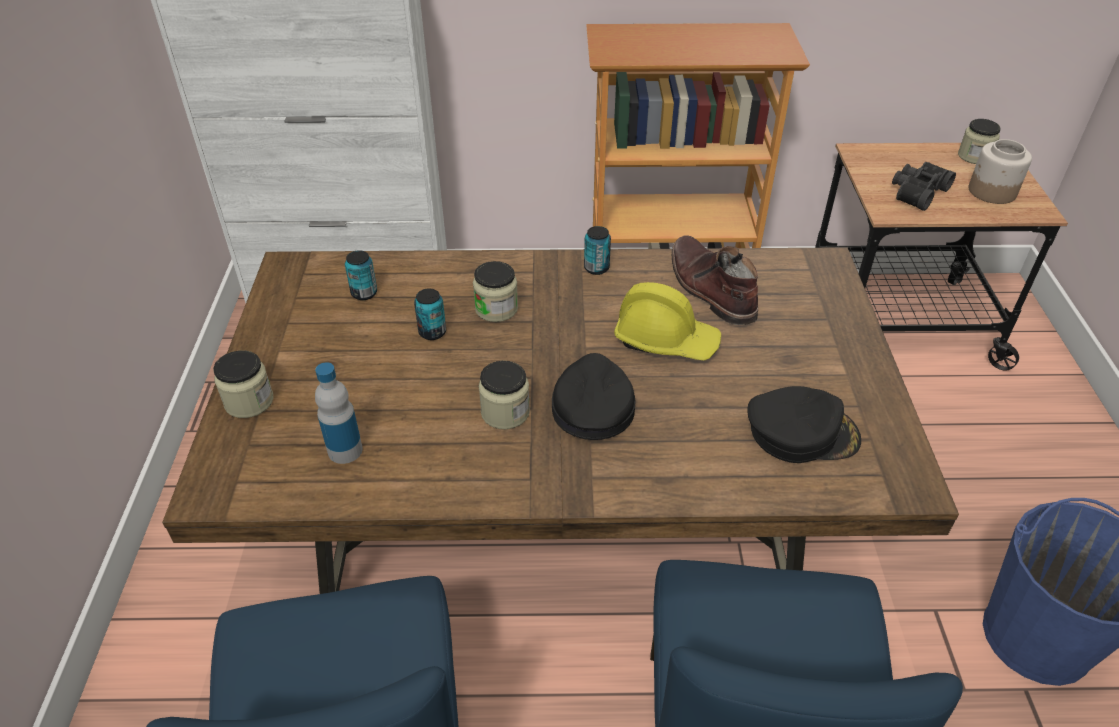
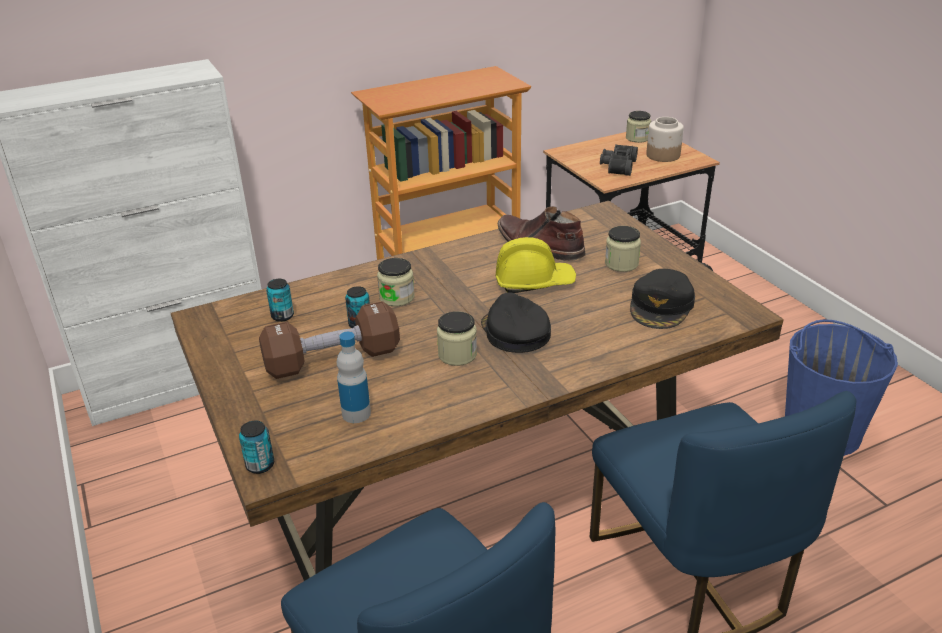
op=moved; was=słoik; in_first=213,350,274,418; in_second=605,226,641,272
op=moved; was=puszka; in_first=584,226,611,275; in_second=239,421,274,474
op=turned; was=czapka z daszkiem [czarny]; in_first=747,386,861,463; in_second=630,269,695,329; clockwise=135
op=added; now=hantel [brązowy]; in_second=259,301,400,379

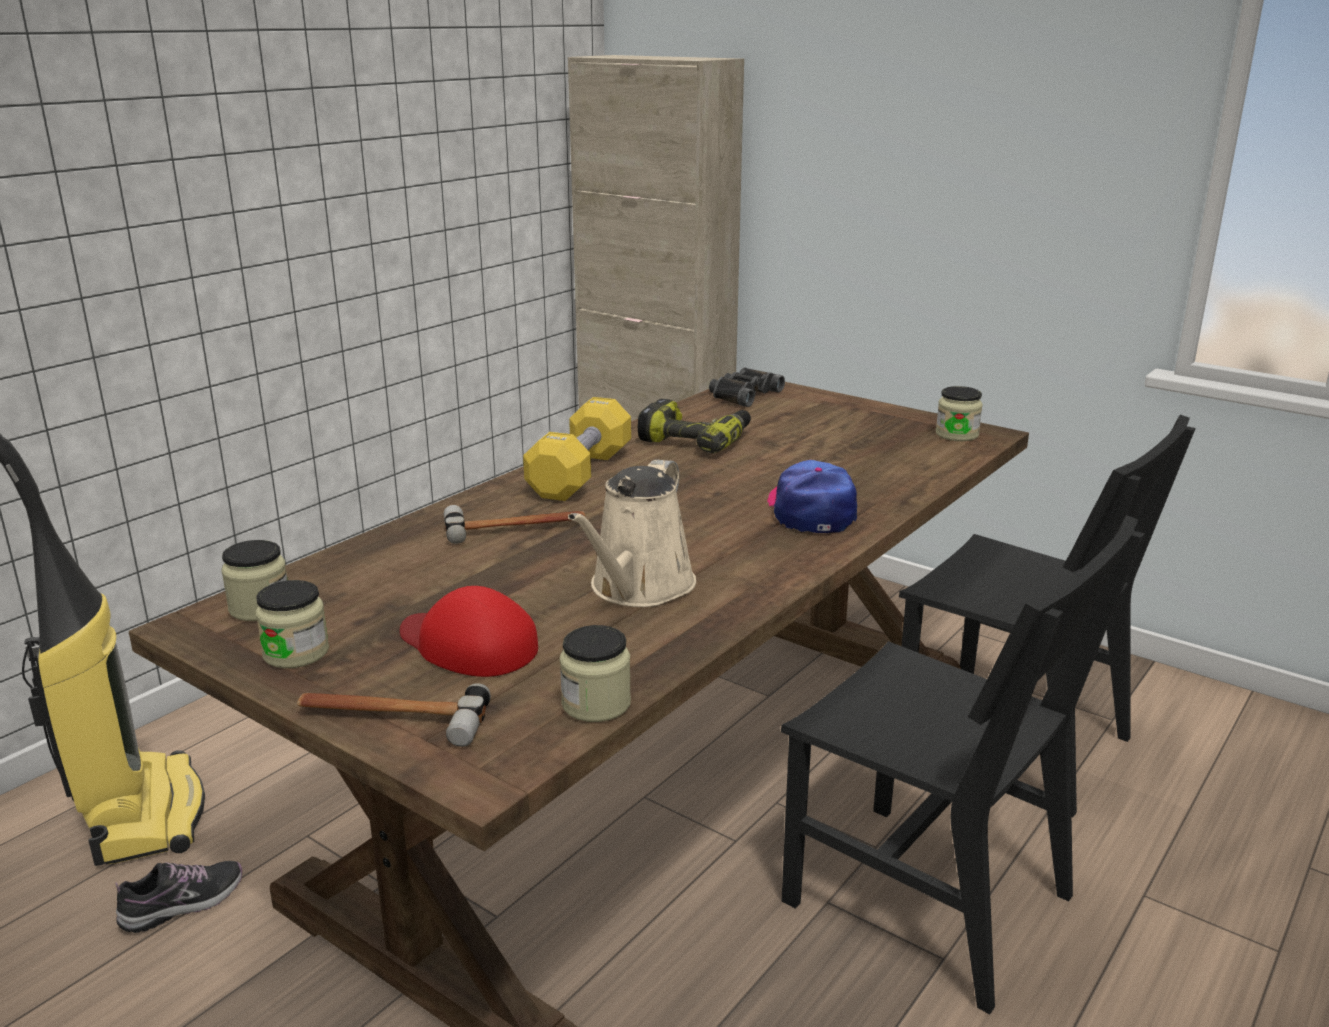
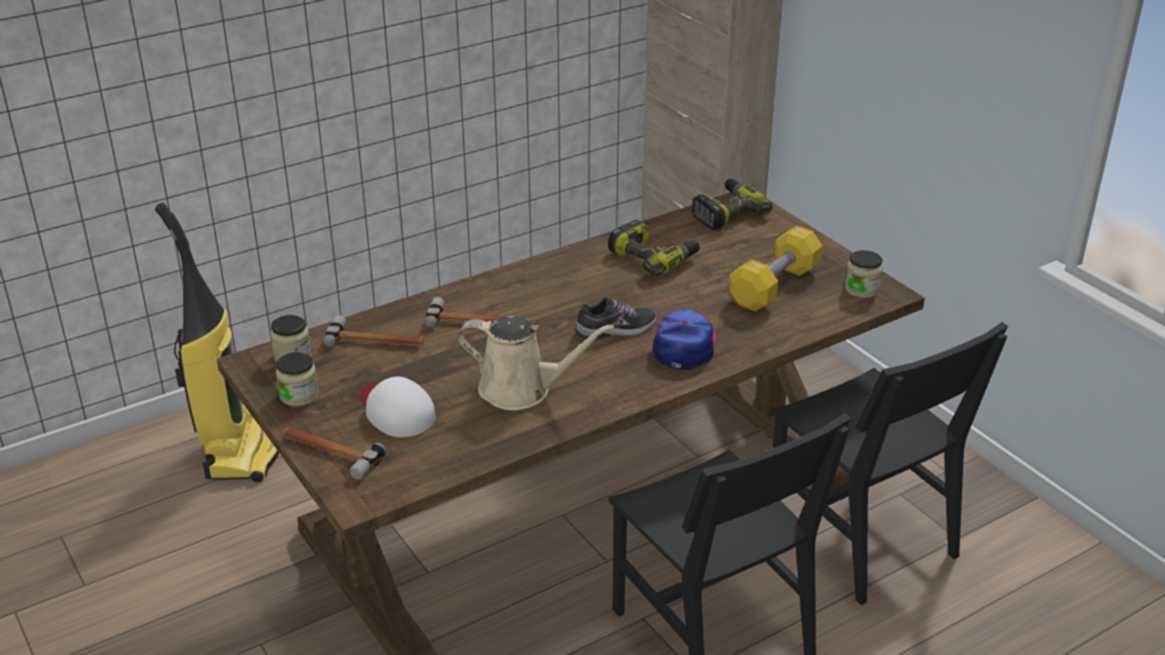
op=moved; was=but; in_first=115,861,242,933; in_second=575,297,656,339
op=recoloured; was=czapka z daszkiem [czerwony]; now=czapka z daszkiem [biały]; in_first=400,586,538,677; in_second=361,377,435,437
op=moved; was=hantel [żółty]; in_first=523,397,631,501; in_second=729,226,823,311
op=removed; was=słoik; in_first=560,625,631,722
op=turned; was=konewka [beżowy]; in_first=568,459,696,607; in_second=458,316,614,410; clockwise=-120
op=replaced; was=lornetka [czarny]; now=wiertarka; in_first=709,367,785,407; in_second=692,179,773,230
op=added; now=młotek; in_second=323,315,424,347

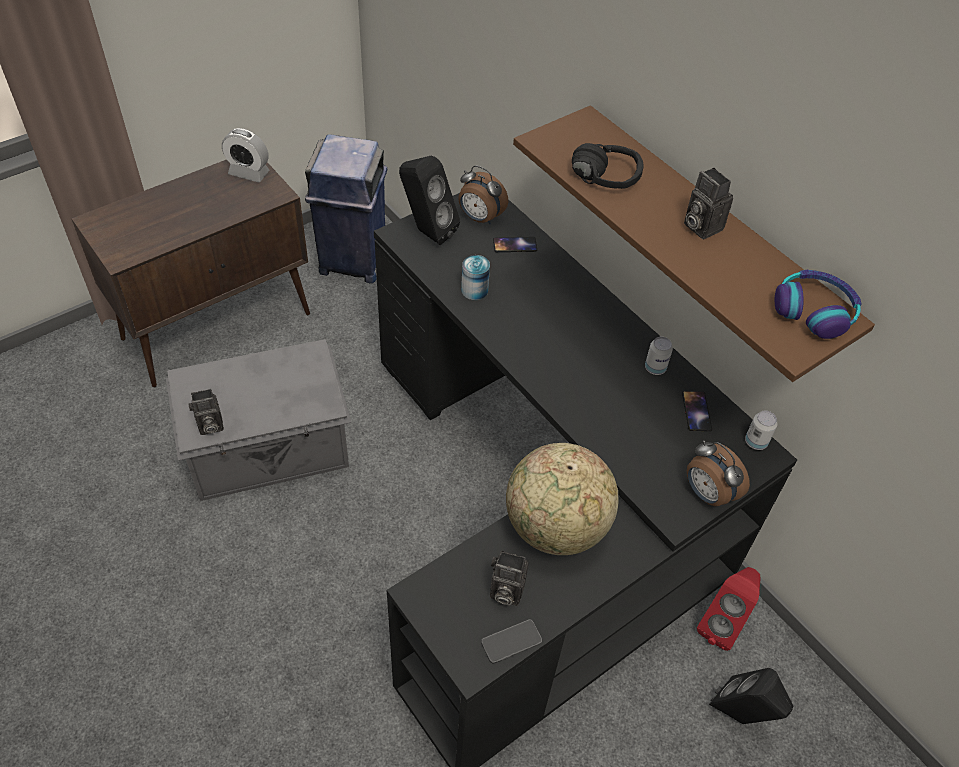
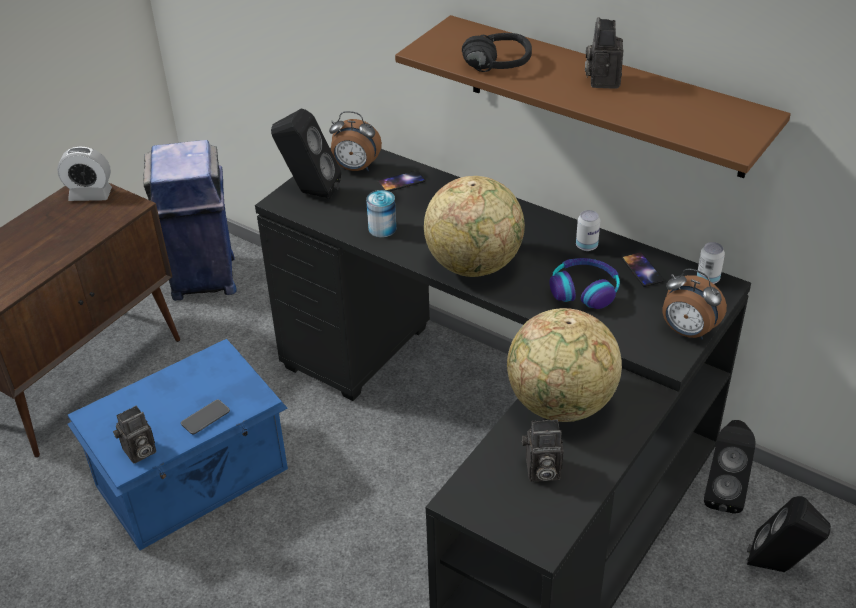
op=recoloured; was=pojemnik do przechowywania [szary]; now=pojemnik do przechowywania [niebieski]; in_first=166,339,351,501; in_second=67,339,288,550
op=moved; was=telefon; in_first=481,619,542,664; in_second=181,399,230,435
op=turned; was=aparat fotograficzny; in_first=684,168,733,239; in_second=585,17,623,89; clockwise=60
op=recoloured; was=głośnik [czerwony]; now=głośnik [czarny]; in_first=697,567,761,651; in_second=704,420,755,513
op=moved; was=słuchawki; in_first=775,270,862,339; in_second=549,258,620,309
op=added; now=globus; in_second=424,176,525,277

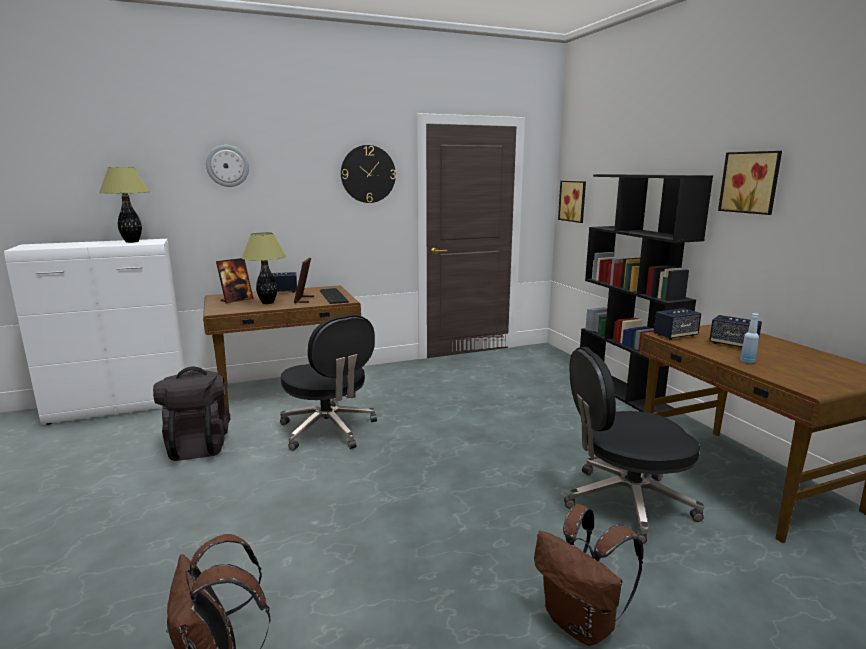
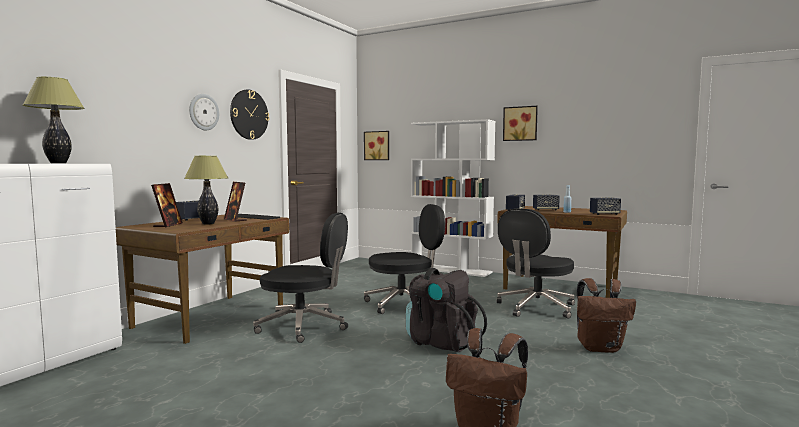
op=moved; was=plecak [czarny]; in_first=153,367,230,461; in_second=406,268,487,353
op=moved; was=zegar ścienny; in_first=206,145,249,187; in_second=189,94,219,130
op=recoloured; was=regał [czarny]; now=regał [biały]; in_first=580,174,713,412; in_second=411,119,495,277
op=added; now=krzesło biurowe [czarny]; in_second=364,204,445,314
op=added; now=głośnik; in_second=590,197,621,215

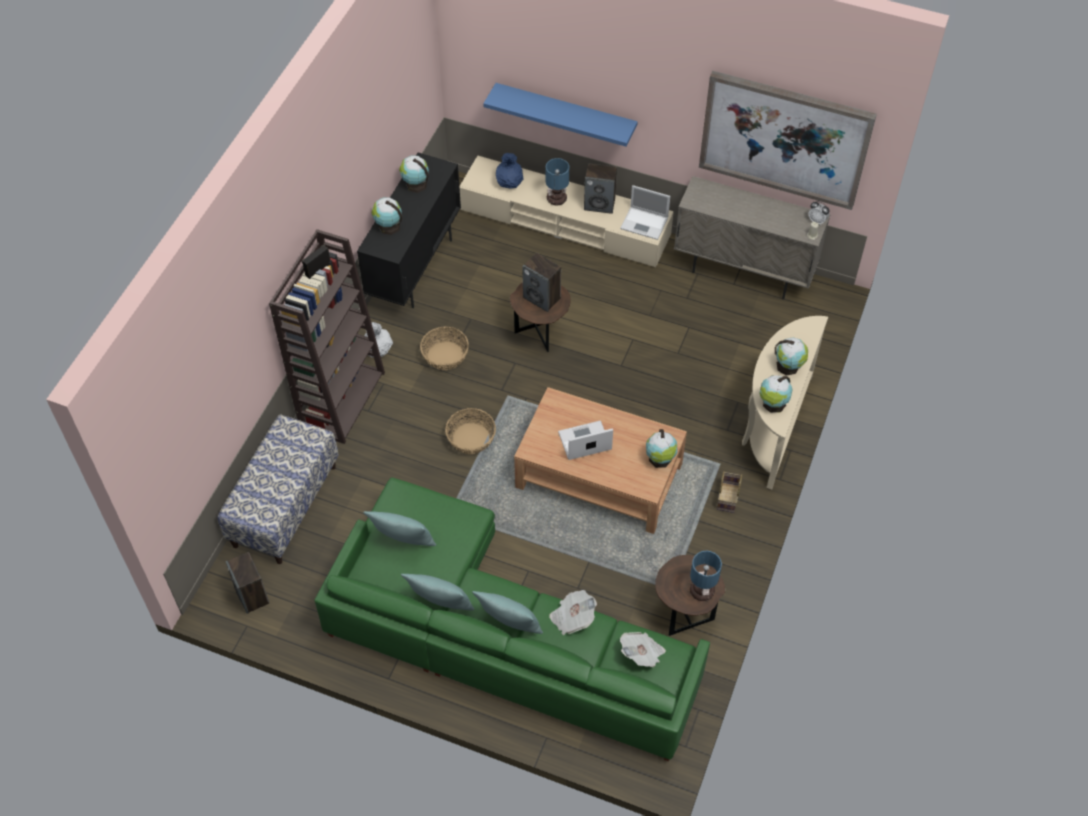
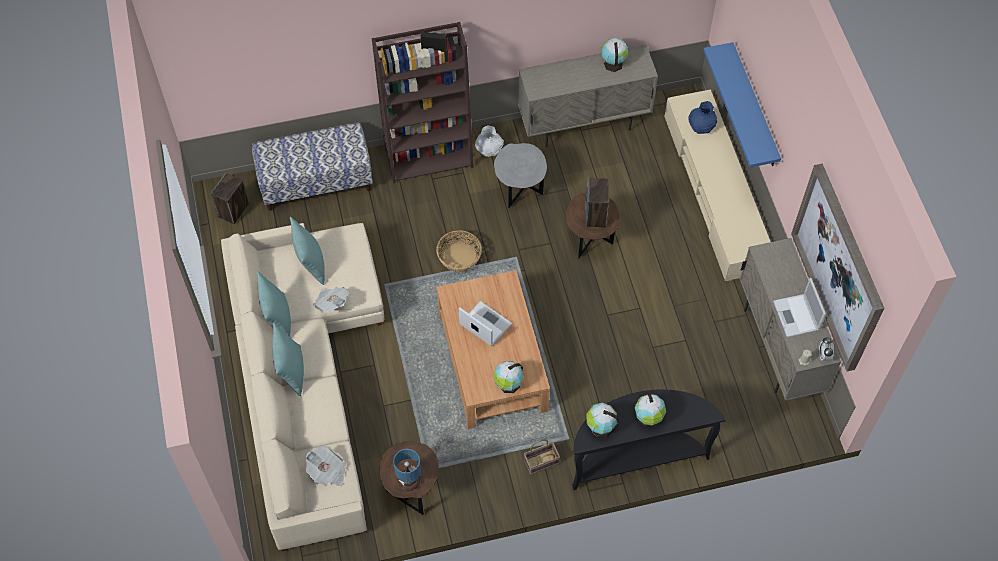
op=recoloured; was=kanapa [zielony]; now=kanapa [beżowy]; in_first=314,478,710,761; in_second=221,223,384,551
op=recoloured; was=szafka [czarny]; now=szafka [beżowy]; in_first=357,153,461,308; in_second=518,45,658,147
op=removed; was=globus; in_first=371,197,402,235
op=replaced; was=koszyk; now=stolik [szary]; in_first=420,327,469,370; in_second=494,143,547,208
op=removed; was=lampa stołowa; in_first=546,158,569,206
op=moved; was=gazeta; in_first=549,590,597,635; in_second=313,287,349,313
op=removed; was=głośnik; in_first=584,163,617,214
op=moved; was=laptop; in_first=620,185,670,240; in_second=773,278,826,337
op=recoloured; was=stolik konsolowy [beżowy]; now=stolik konsolowy [czarny]; in_first=742,316,828,489; in_second=572,389,726,490

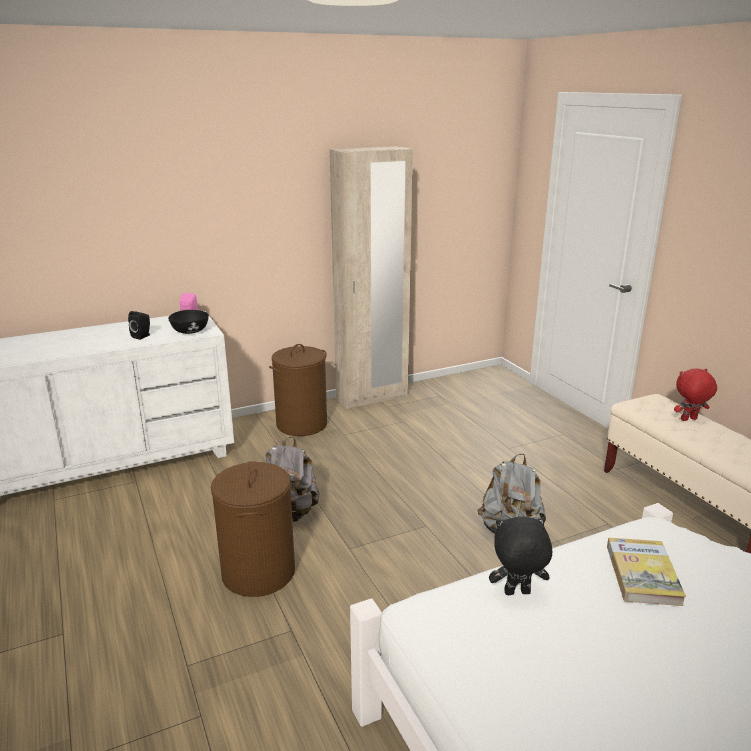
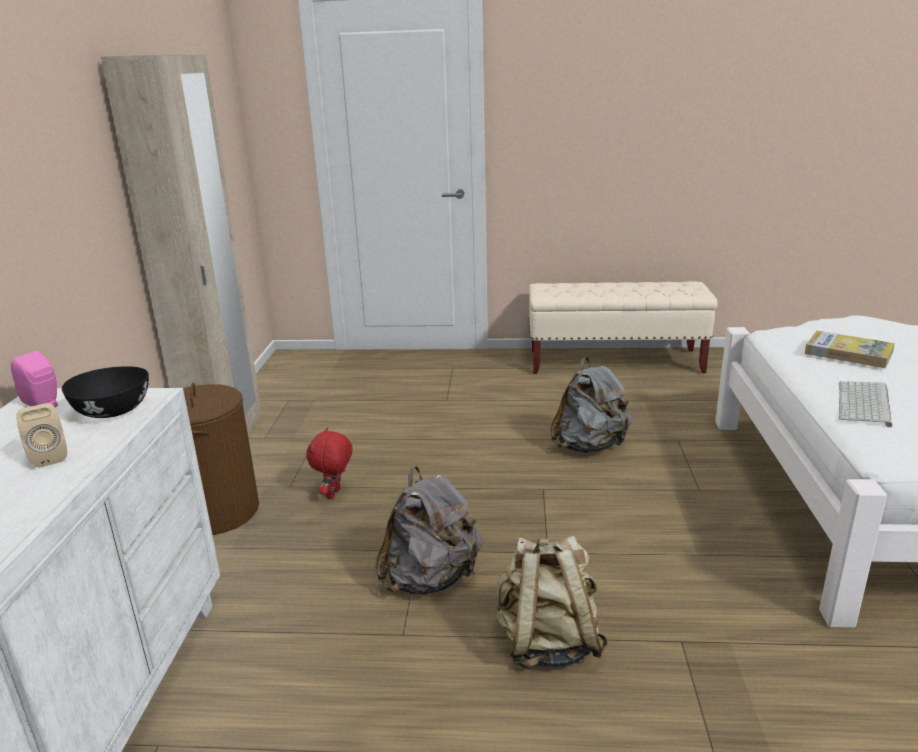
op=recoloured; was=głośnik [czarny]; now=głośnik [beżowy]; in_first=128,311,150,340; in_second=16,403,67,468
op=replaced; was=kosz na pranie [brązowy]; now=plecak [beżowy]; in_first=211,461,295,597; in_second=496,535,608,668
op=replaced; was=pluszak [czarny]; now=klawiatura; in_first=489,517,552,595; in_second=839,381,893,427
op=moved; was=pluszak [czerwony]; in_first=674,368,717,421; in_second=306,428,353,499

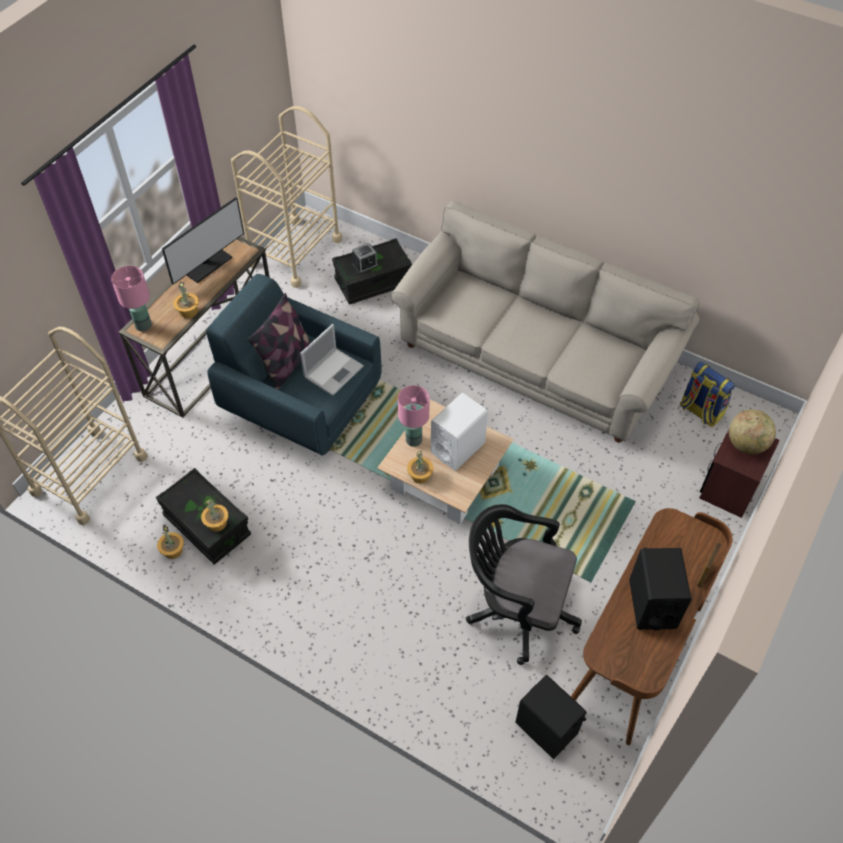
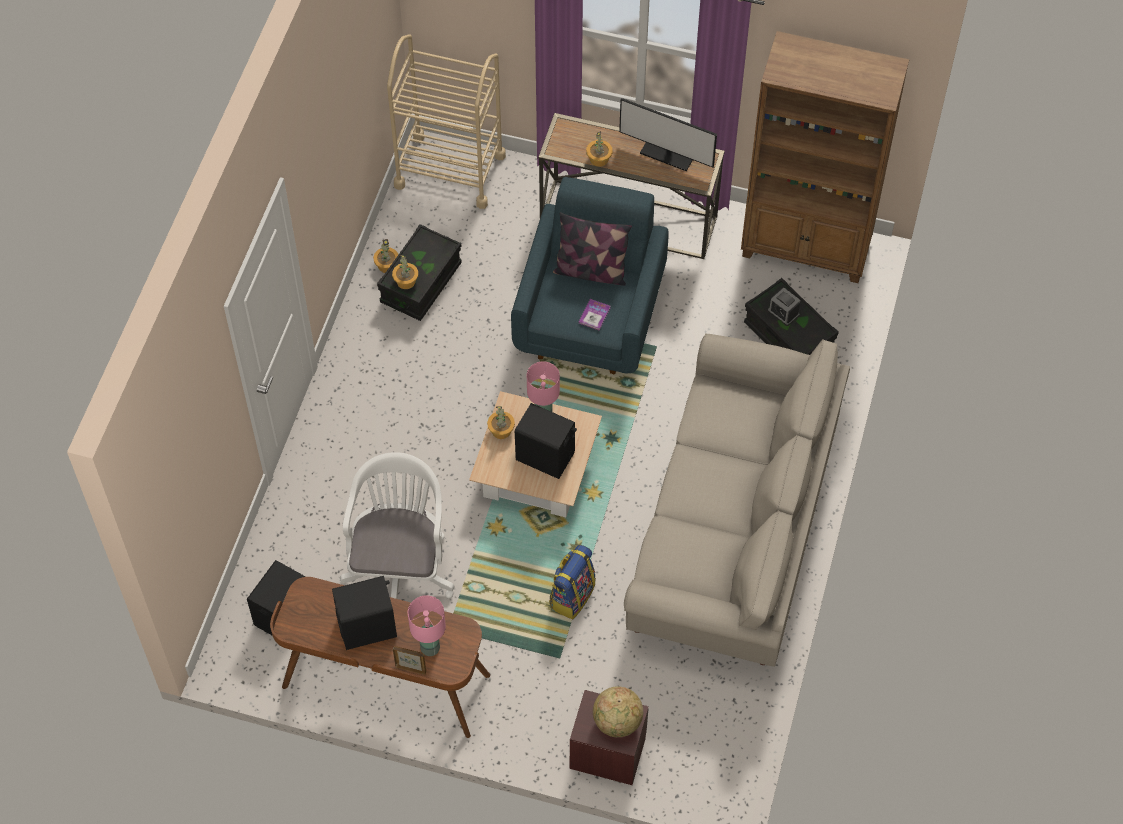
op=moved; was=lampa stołowa [różowy]; in_first=111,266,152,332; in_second=408,595,446,656
op=replaced; was=wózek [beżowy]; now=regał [brązowy]; in_first=231,106,342,288; in_second=741,31,909,283
op=replaced; was=laptop; now=książka; in_first=300,324,364,396; in_second=579,299,610,330
op=recoloured; was=głośnik [biały]; now=głośnik [czarny]; in_first=431,393,488,471; in_second=515,403,577,479
op=recoloured; was=krzesło biurowe [czarny]; now=krzesło biurowe [biały]; in_first=466,504,582,665; in_second=339,452,455,599
op=moved; was=plecak; in_first=680,362,736,427; in_second=549,545,596,620

